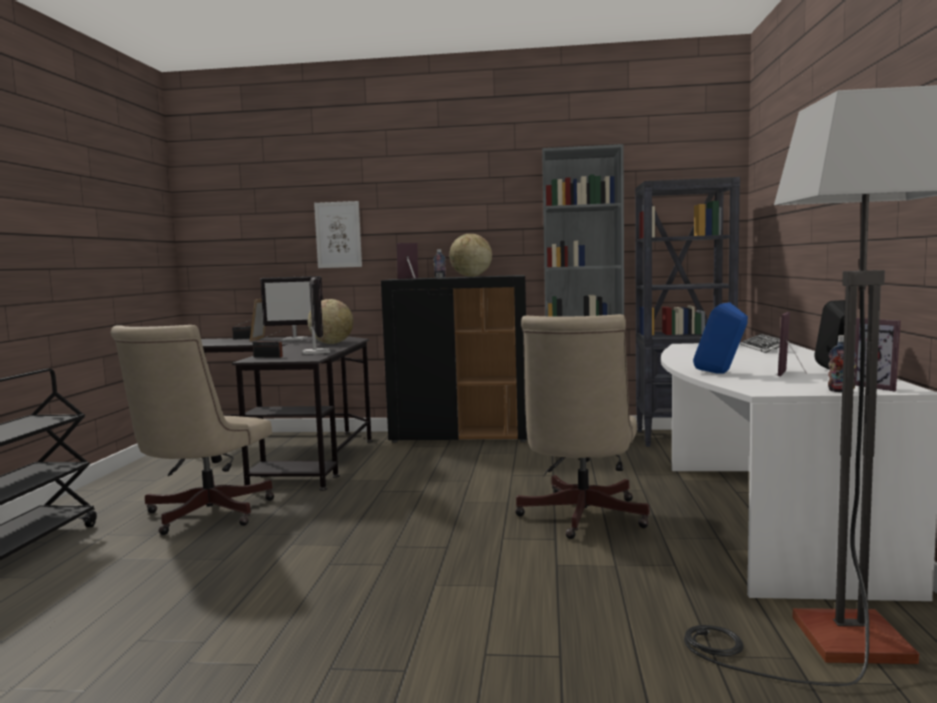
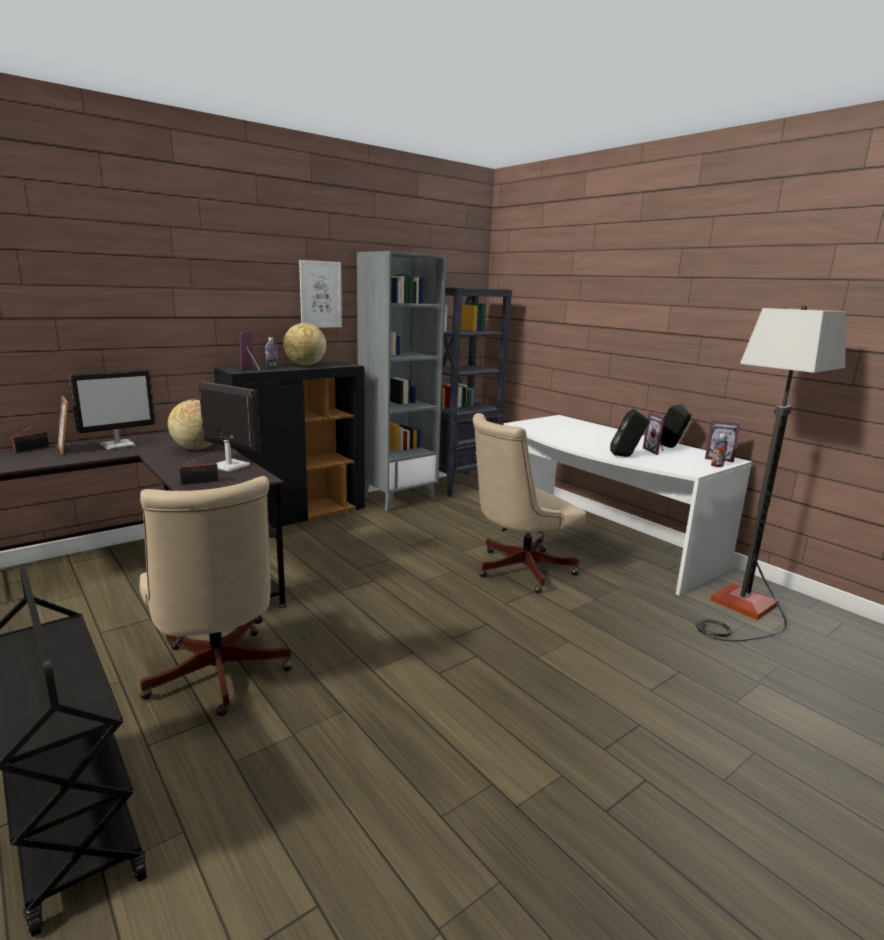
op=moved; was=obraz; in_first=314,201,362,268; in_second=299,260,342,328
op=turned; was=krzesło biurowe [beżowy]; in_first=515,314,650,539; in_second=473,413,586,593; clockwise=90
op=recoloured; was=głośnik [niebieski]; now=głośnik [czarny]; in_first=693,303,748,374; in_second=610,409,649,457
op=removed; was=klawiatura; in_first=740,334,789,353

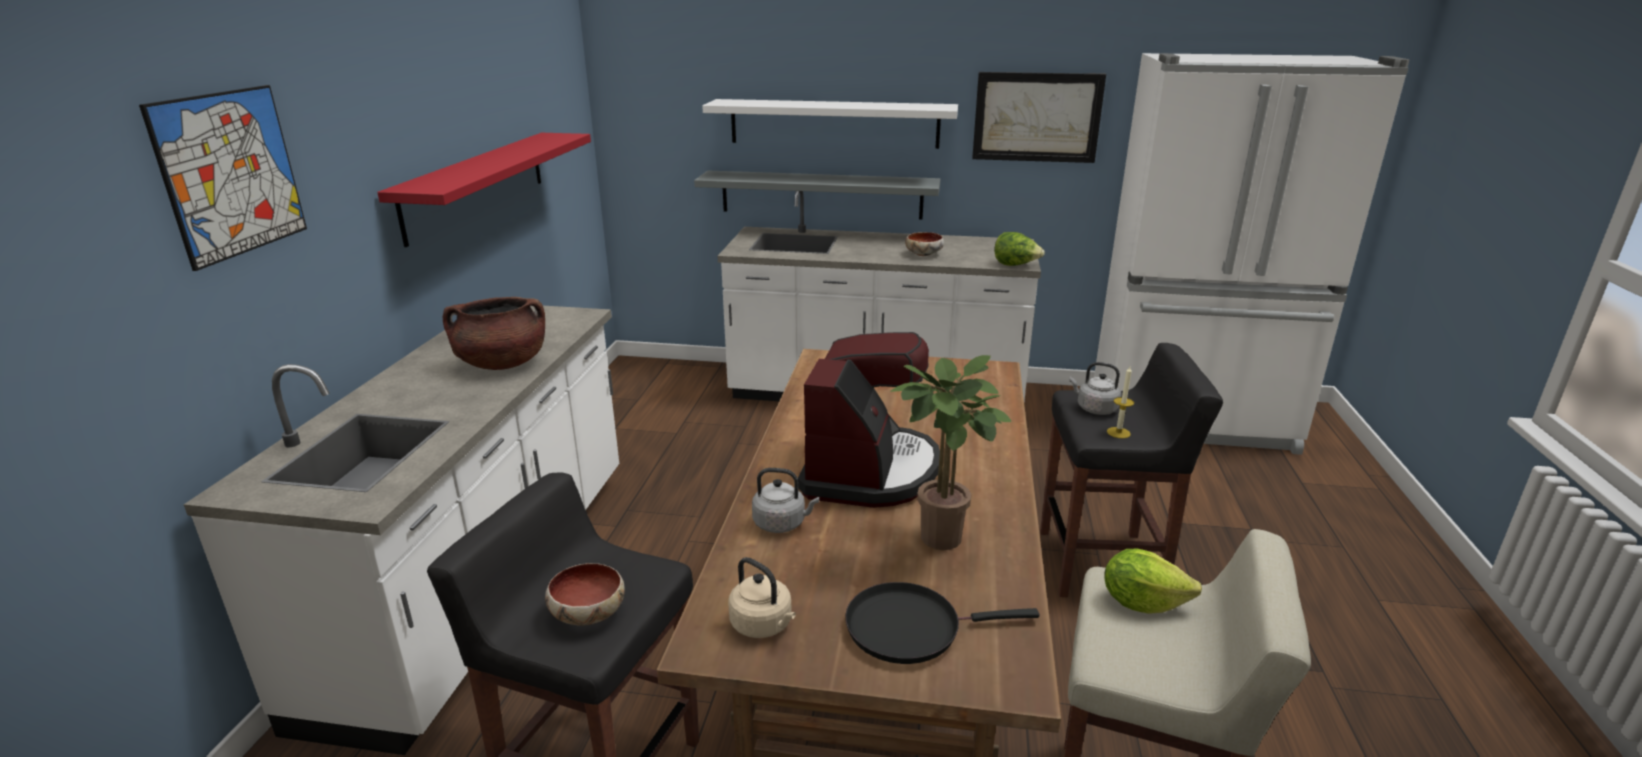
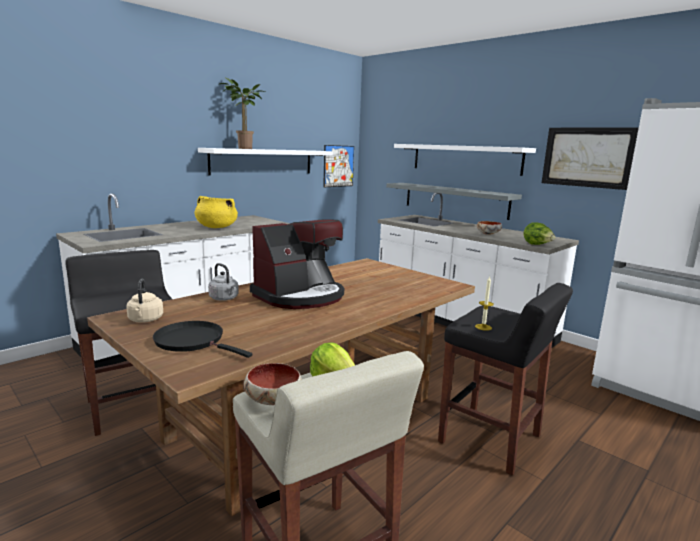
op=moved; was=obraz; in_first=139,85,307,271; in_second=323,145,354,187
op=recoloured; was=półka [czerwony]; now=półka [biały]; in_first=377,133,591,247; in_second=198,148,333,176
op=recoloured; was=garnek [brązowy]; now=garnek [żółty]; in_first=443,297,545,370; in_second=194,196,238,228
op=moved; was=miska; in_first=545,563,625,625; in_second=244,363,302,405
op=moved; was=roślina doniczkowa; in_first=891,355,1012,550; in_second=220,78,265,149
op=removed; was=czajnik [szary]; in_first=1069,362,1121,415

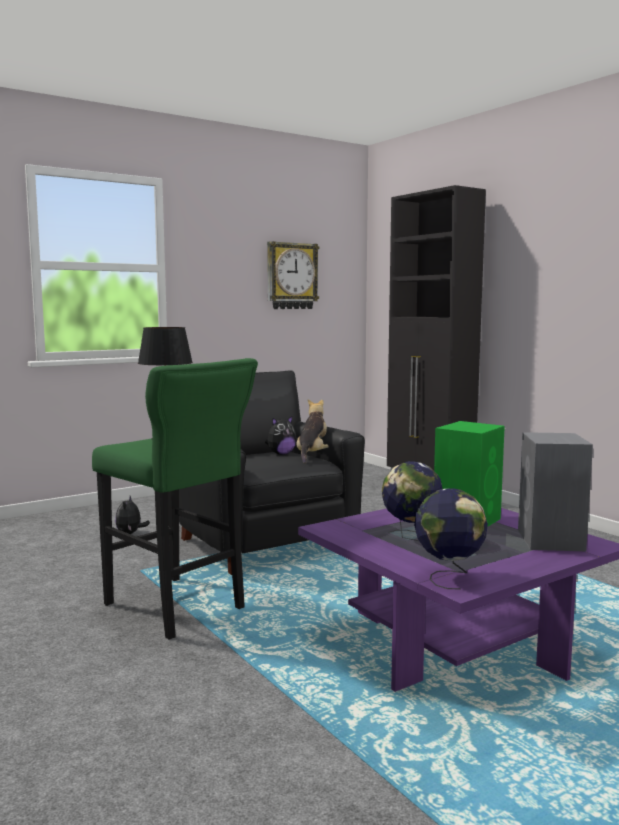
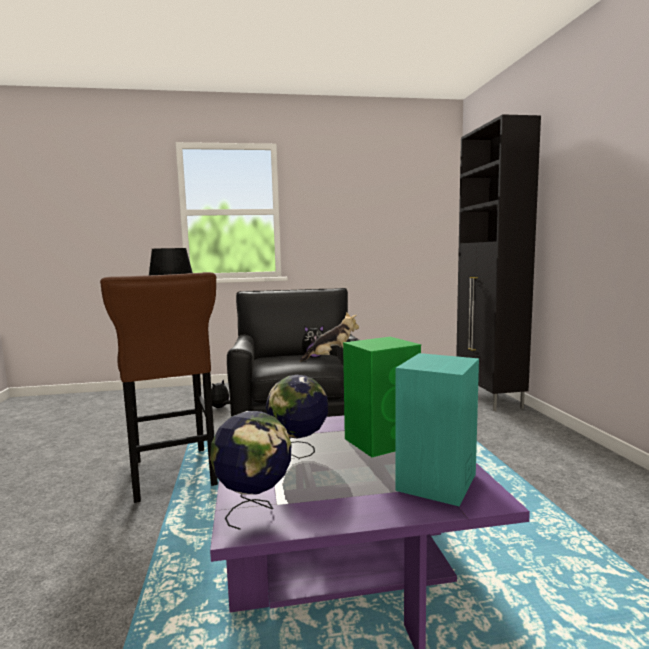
op=recoloured; was=stołek [zielony]; now=stołek [brązowy]; in_first=92,358,258,640; in_second=100,272,218,503
op=removed; was=zegar ścienny; in_first=267,241,319,309
op=turned; was=pluszak; in_first=296,399,329,464; in_second=300,312,359,362; clockwise=45
op=recoloured; was=głośnik [szary]; now=głośnik [turkusowy]; in_first=518,432,593,551; in_second=396,353,479,507

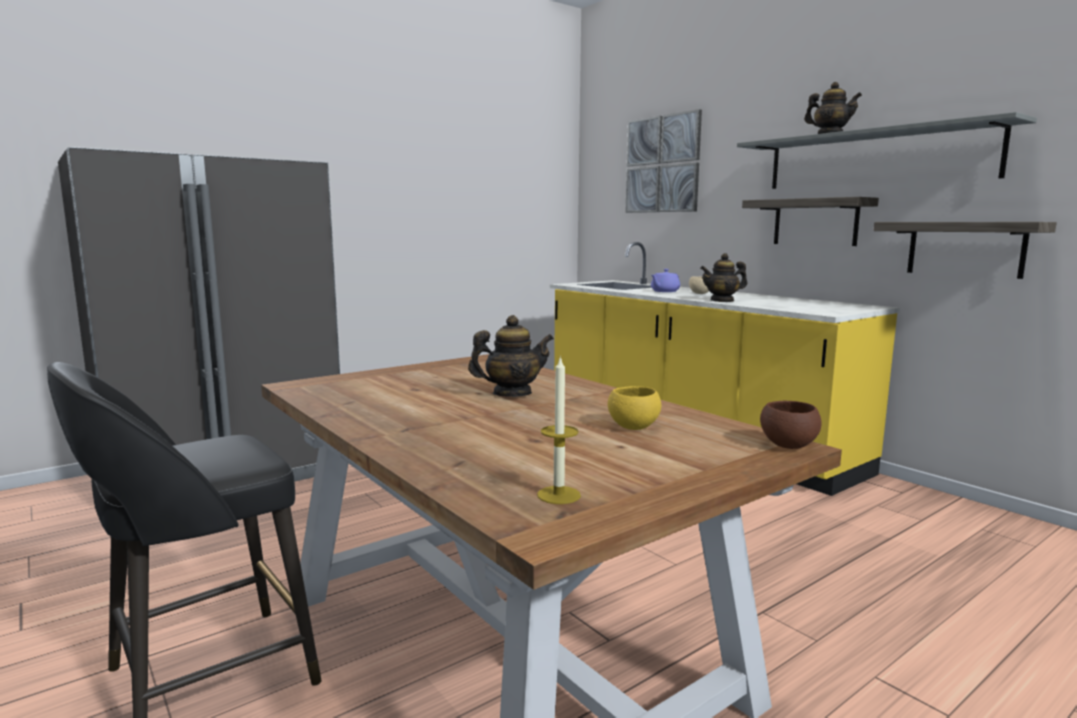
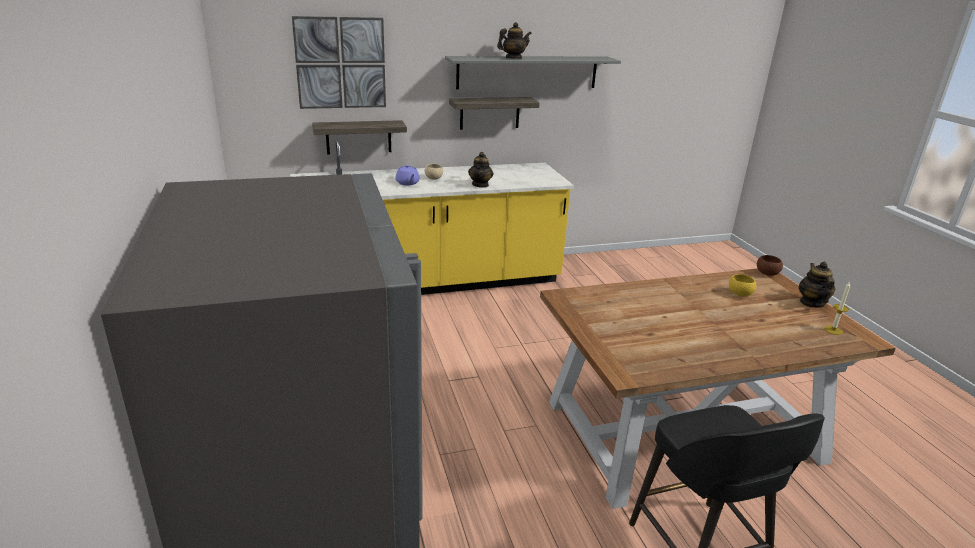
op=moved; was=imbryk; in_first=468,315,554,397; in_second=799,262,835,308
op=moved; was=półka; in_first=873,222,1057,279; in_second=312,120,407,155

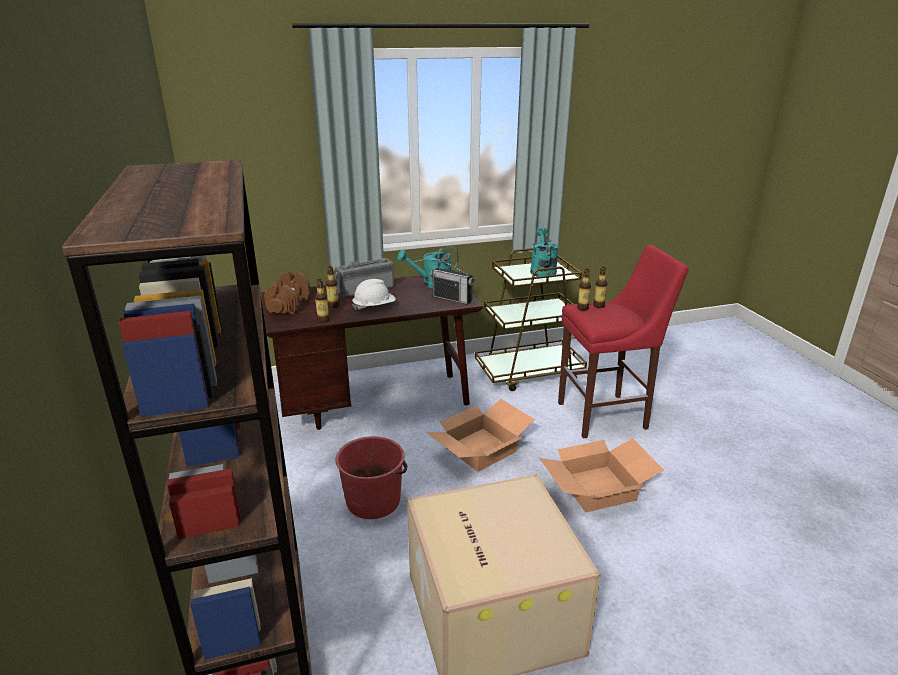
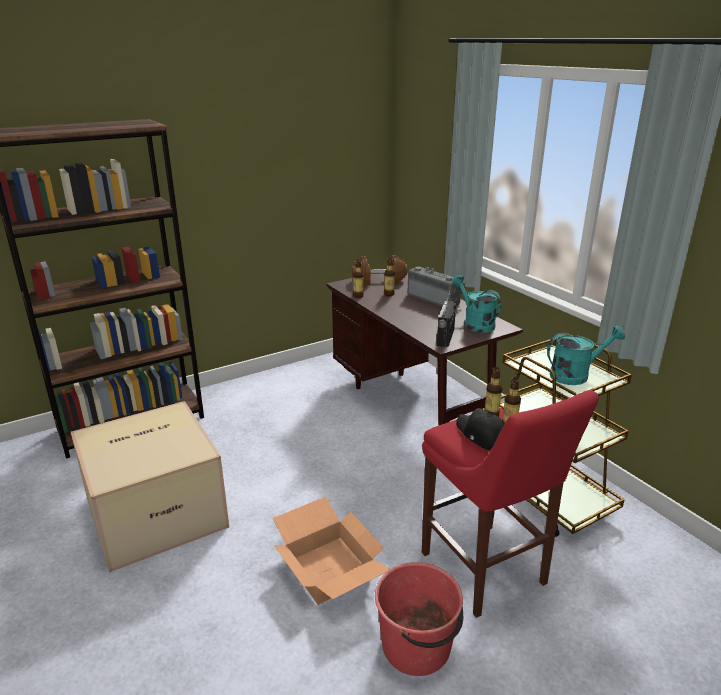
op=moved; was=wiadro [czerwony]; in_first=335,436,407,519; in_second=375,562,463,676
op=removed; was=kask [biały]; in_first=352,279,396,310
op=removed; was=karton; in_first=426,399,535,472
op=added; now=czapka z daszkiem [czarny]; in_second=456,408,504,451

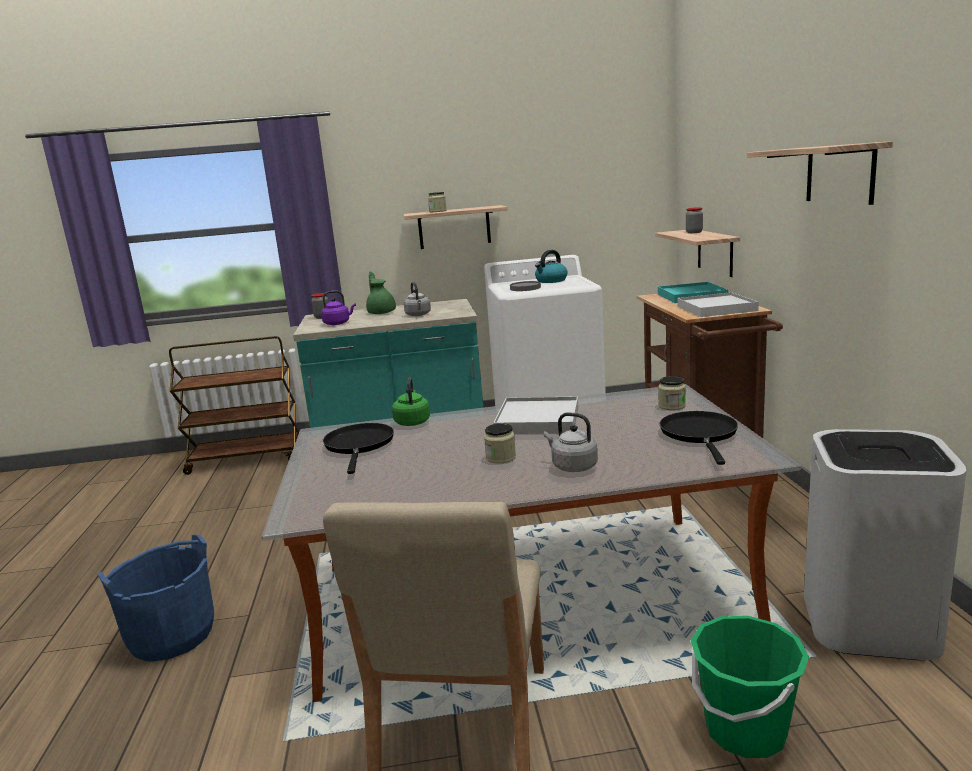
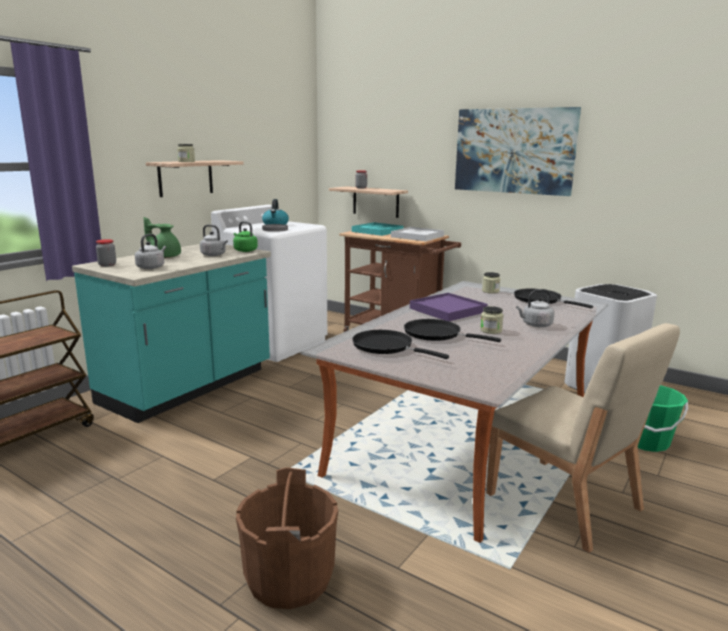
op=recoloured; was=wiadro [niebieski]; now=wiadro [brązowy]; in_first=98,535,214,662; in_second=236,467,338,609
op=recoloured; was=czajnik [fioletowy]; now=czajnik [szary]; in_first=321,291,356,325; in_second=135,234,166,269
op=moved; was=czajnik [zielony]; in_first=392,377,430,426; in_second=233,221,258,252
op=recoloured; was=taca [biały]; now=taca [fioletowy]; in_first=493,396,578,434; in_second=410,293,488,321
op=replaced; was=półka; now=obraz; in_first=747,141,893,205; in_second=455,107,581,196
op=added; now=patelnia [czarny]; in_second=404,319,501,342

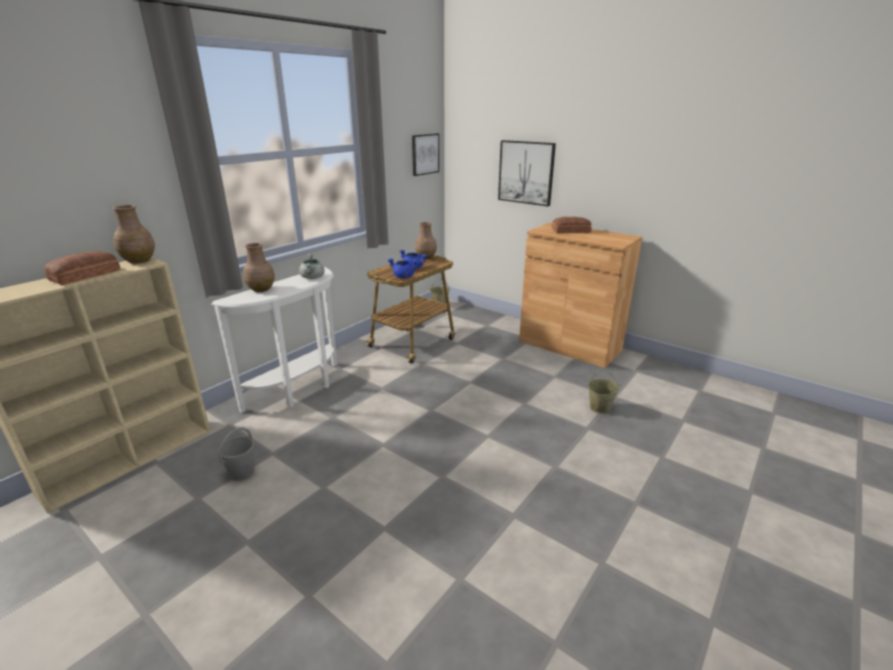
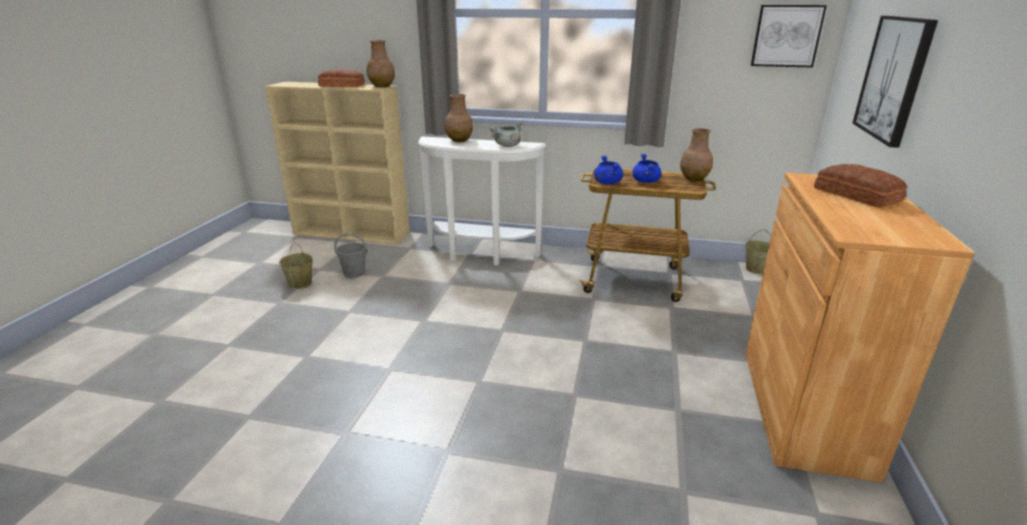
op=moved; was=wiadro [beżowy]; in_first=588,371,619,413; in_second=279,242,313,289

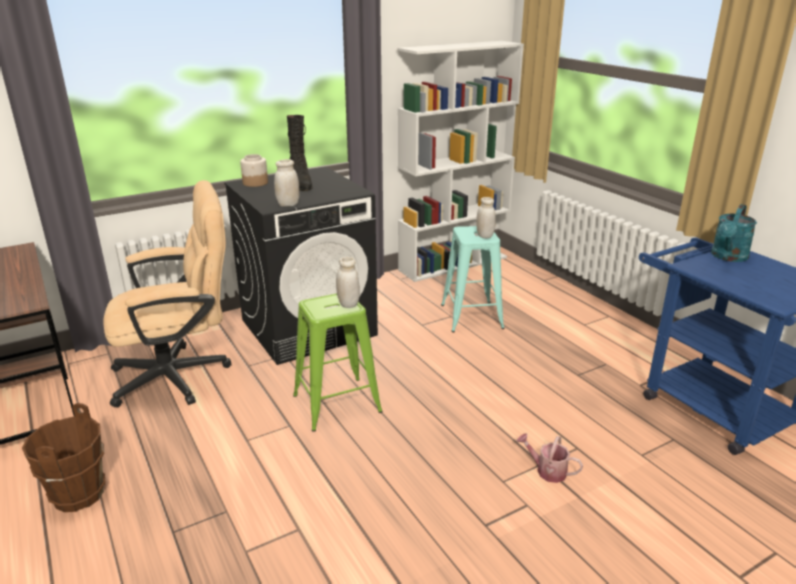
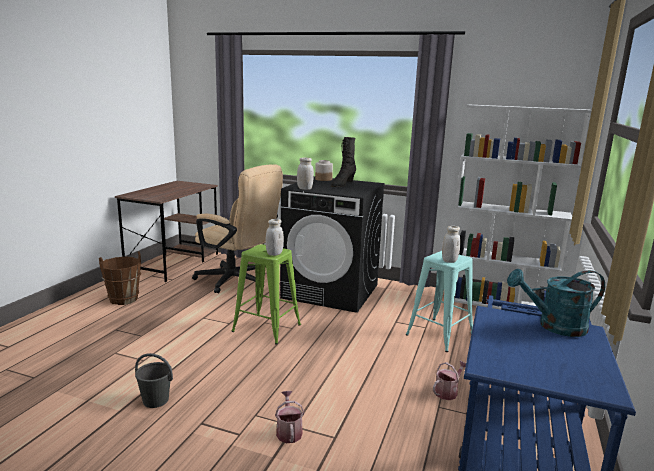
op=added; now=wiadro [szary]; in_second=135,353,173,408
op=added; now=konewka; in_second=433,361,466,400

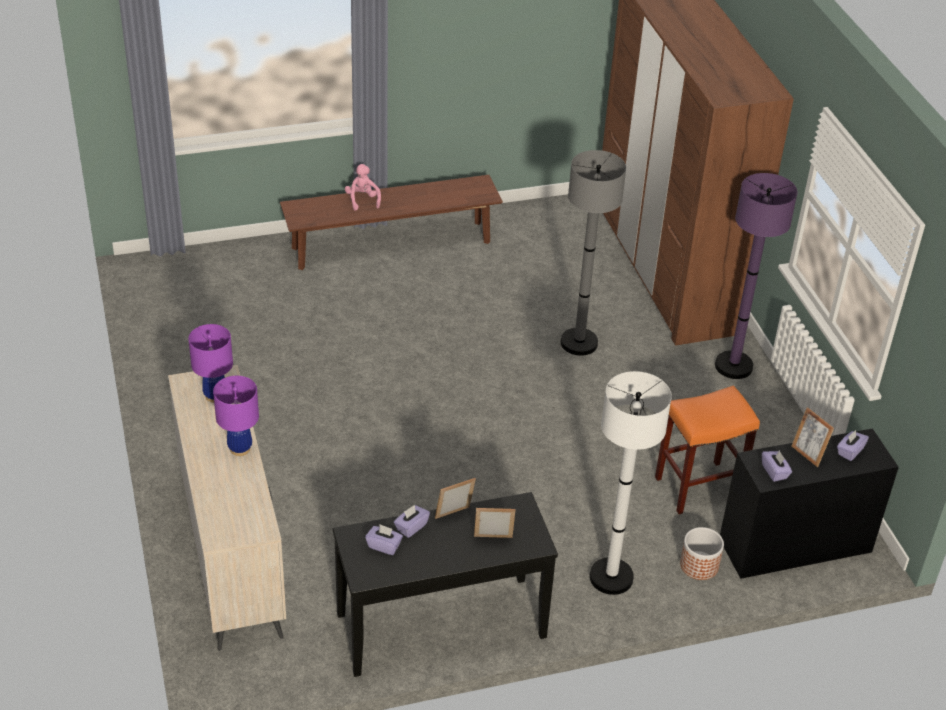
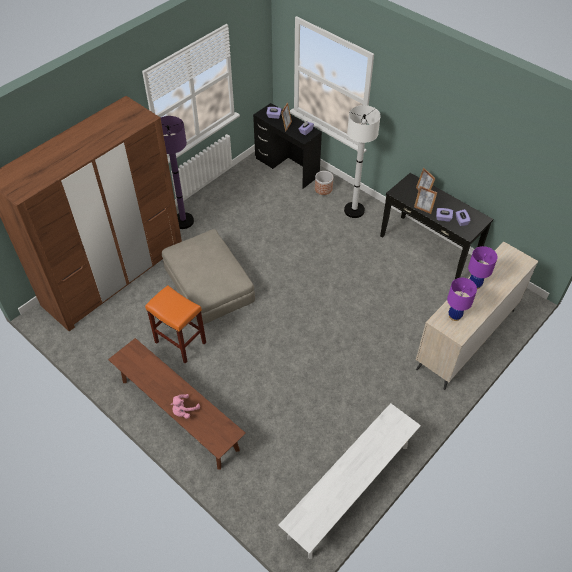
op=replaced; was=lampa stojąca [szary]; now=pufa [beżowy]; in_first=560,150,626,356; in_second=162,229,255,325
op=moved; was=stołek [pomarańczowy]; in_first=655,386,760,514; in_second=145,285,206,364
op=added; now=ławka [biały]; in_second=279,403,421,559

